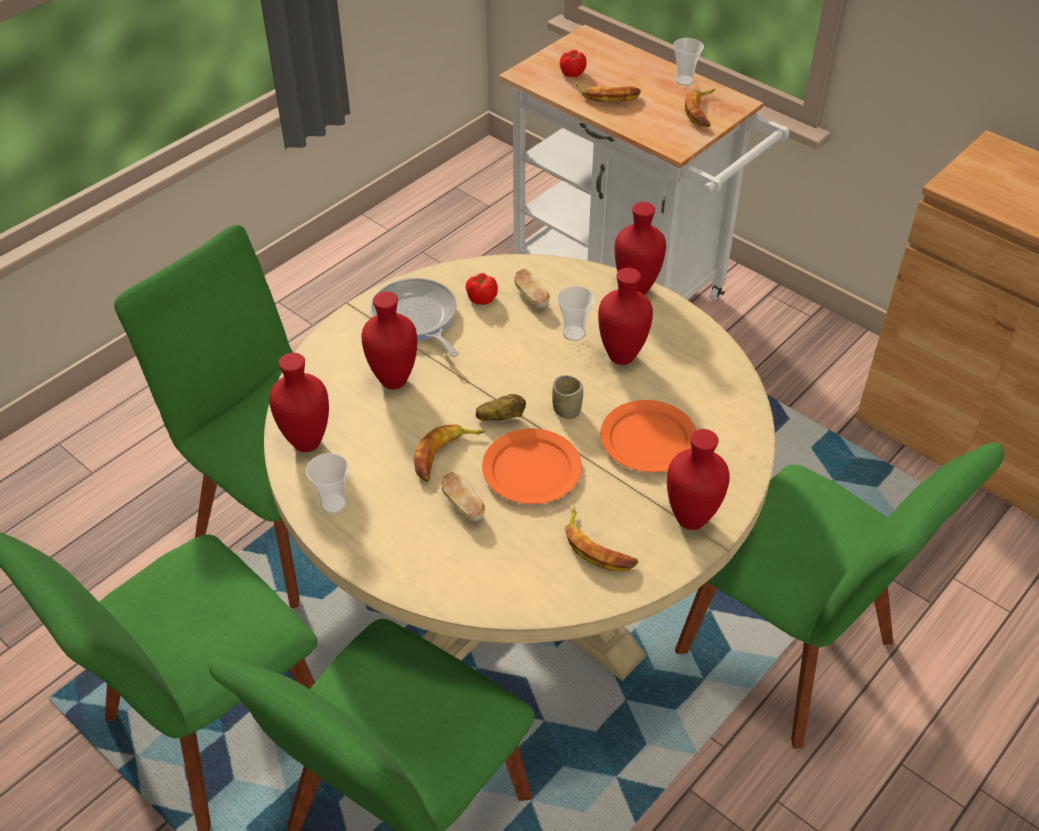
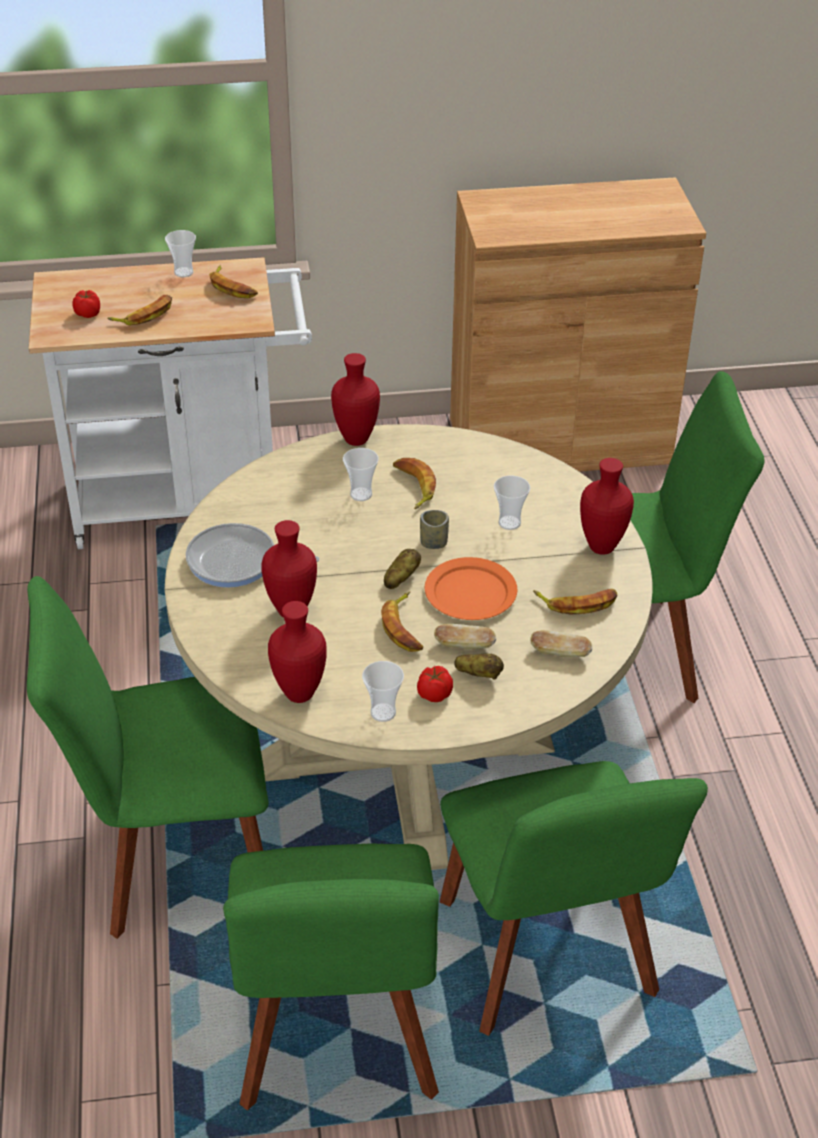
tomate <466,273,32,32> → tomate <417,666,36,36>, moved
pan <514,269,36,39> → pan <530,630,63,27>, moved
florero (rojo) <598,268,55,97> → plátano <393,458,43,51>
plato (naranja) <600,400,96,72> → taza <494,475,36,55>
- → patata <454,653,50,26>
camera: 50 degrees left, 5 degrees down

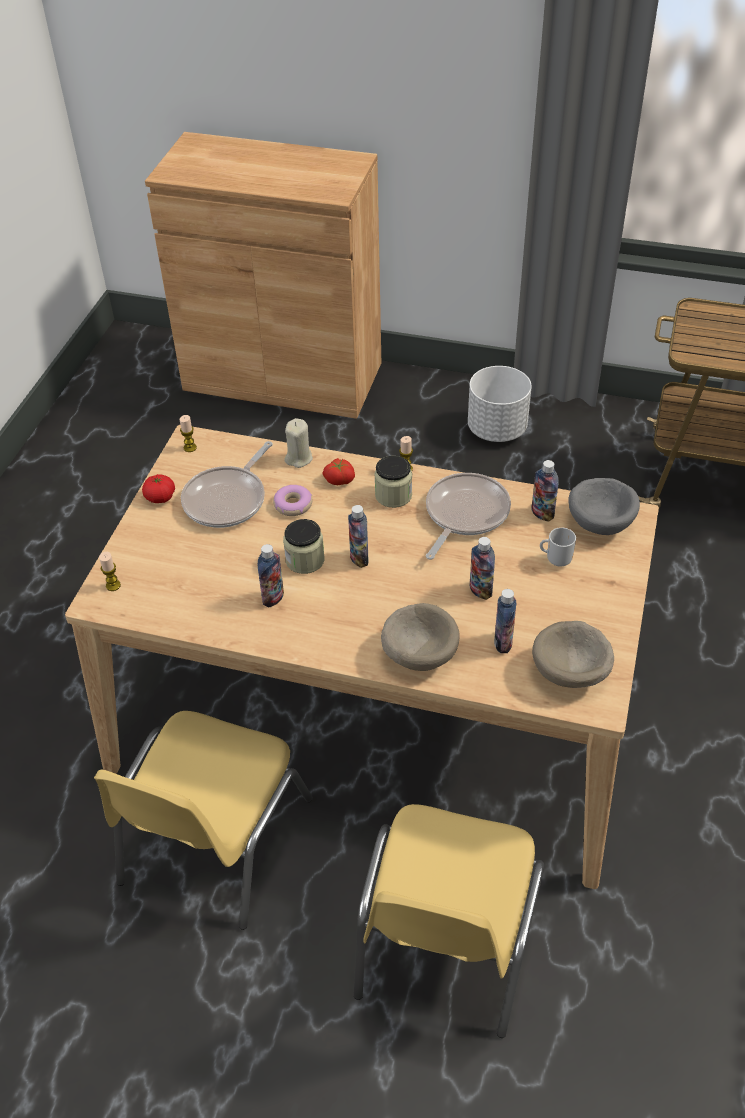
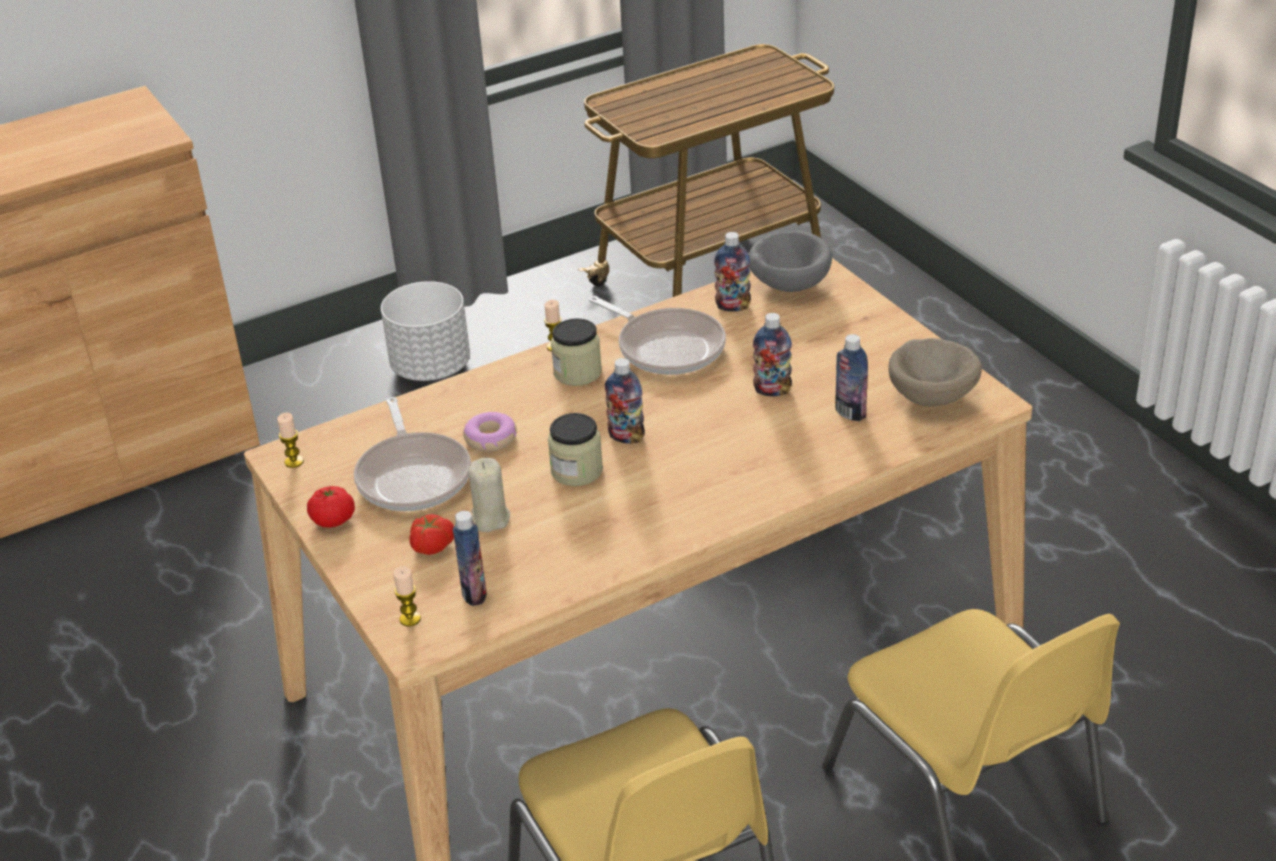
botella <257,544,27,63> → botella <453,511,34,95>, moved
vela (beis) <284,418,29,50> → vela (beis) <468,458,42,74>, moved
tomate <322,458,33,27> → tomate <409,514,45,41>, moved
cuenco (beis) <381,603,79,68> → -
sartén <426,473,85,87> → sartén <589,296,137,79>, 150 degrees clockwise
taza grande <540,527,36,39> → -
camera: 45 degrees left, 10 degrees down

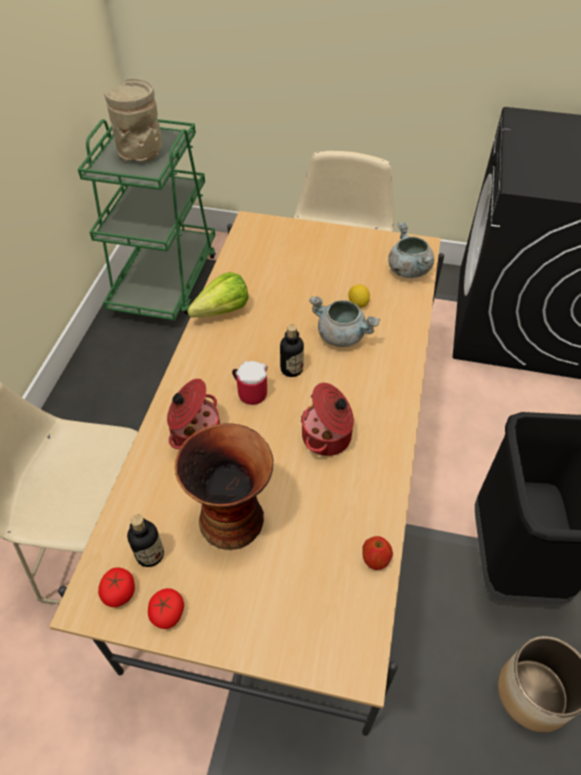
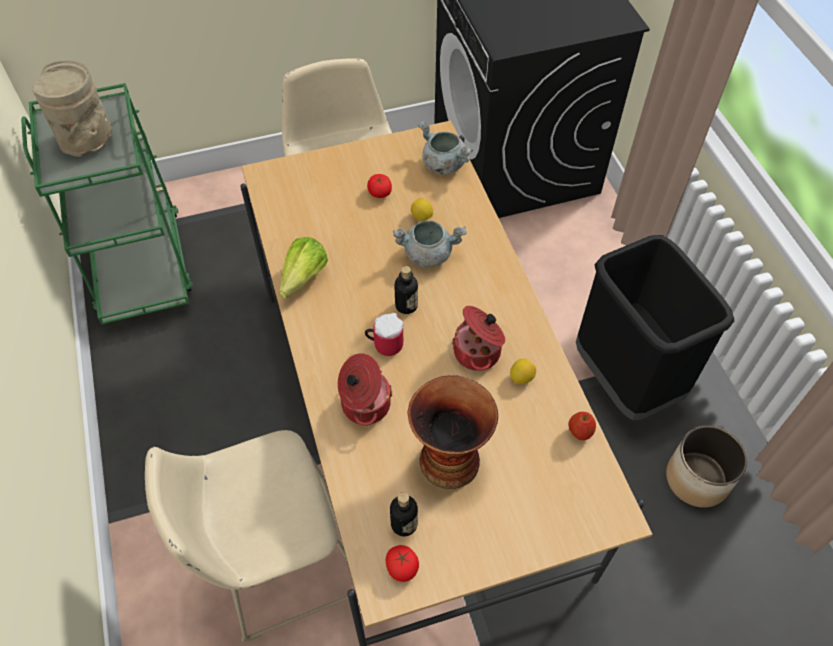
tomate <148,588,36,41> → tomate <367,174,25,24>, moved
- → limón <510,359,26,25>
camera: 30 degrees left, 5 degrees up

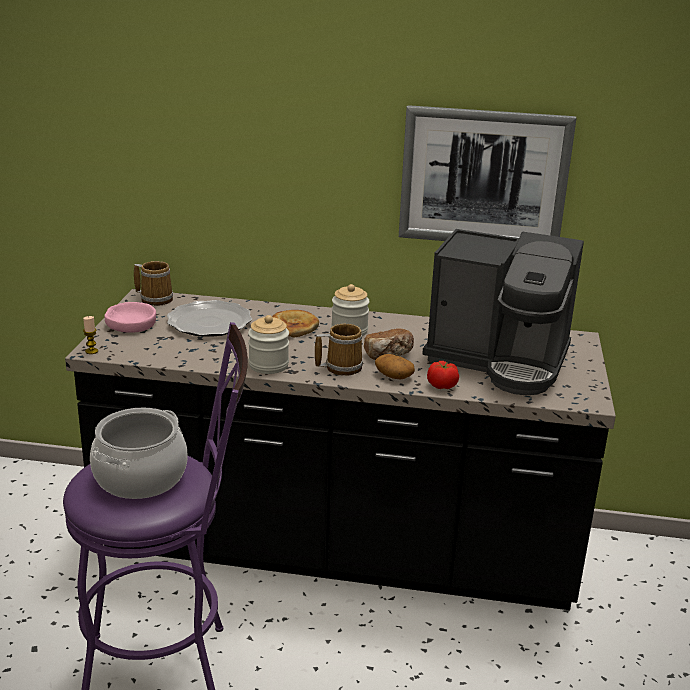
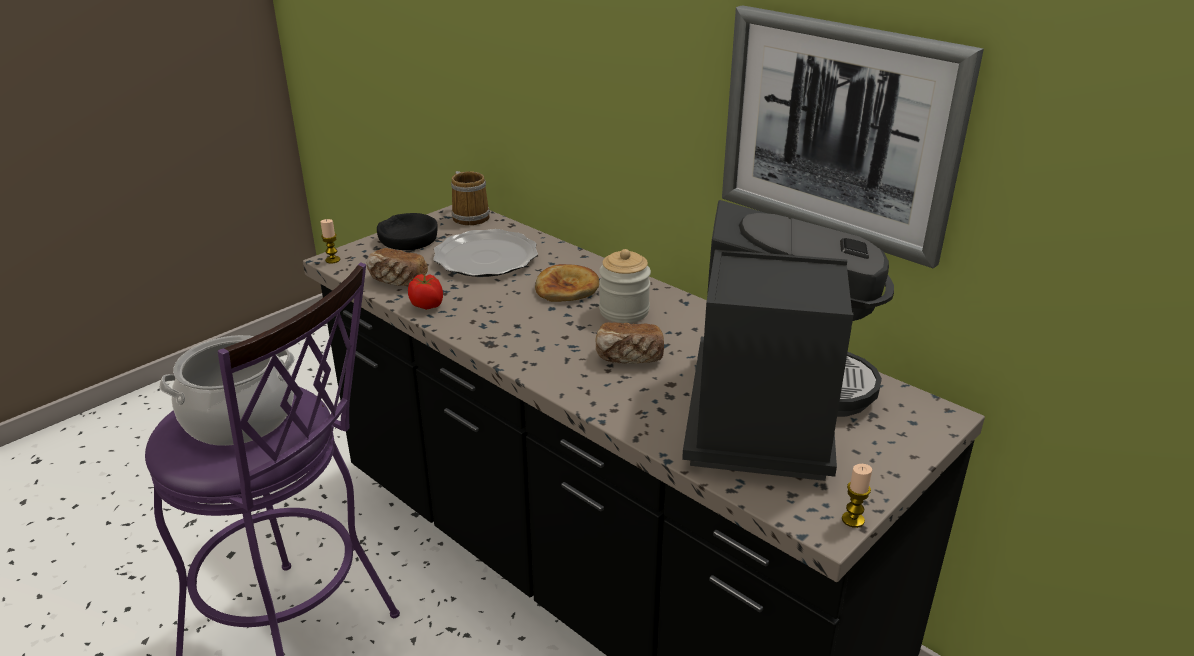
cuenco (rosa) <104,302,52,31> → cuenco (negro) <377,213,61,37>
tarro <248,315,41,59> → -
taza grande <315,323,48,52> → -
patata <375,354,40,25> → -
cafetera <422,229,162,166> → cafetera <682,200,212,281>, 135 degrees counterclockwise
tomate <427,361,32,28> → tomate <408,274,35,36>, moved
- → pan <367,248,61,38>
- → vela <842,464,30,64>
camera: 35 degrees right, 5 degrees up

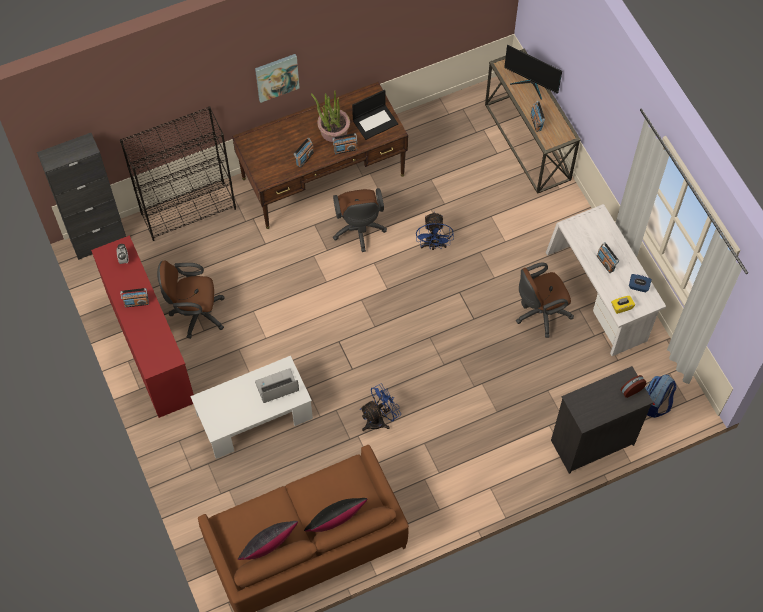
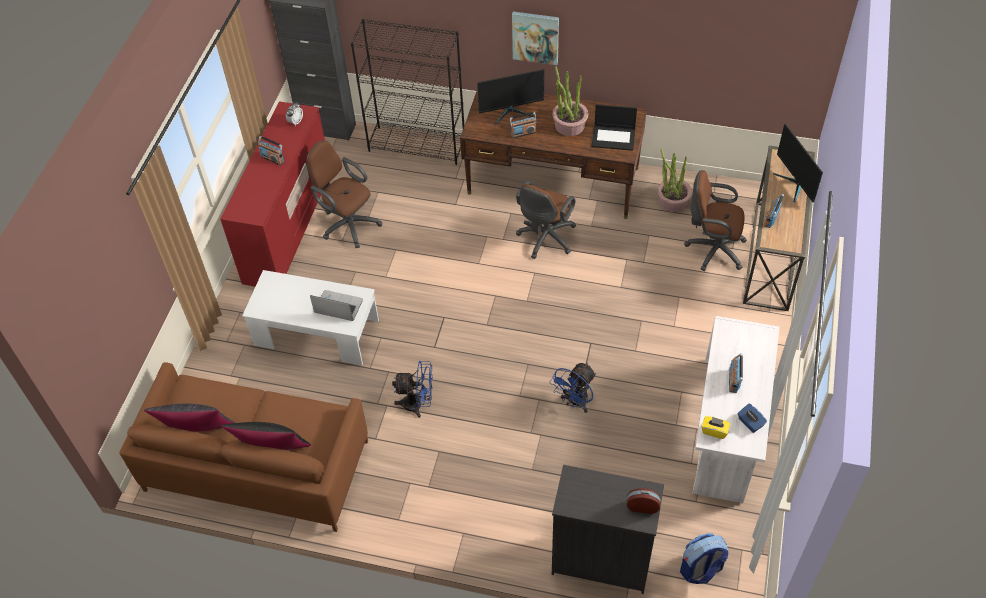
radio <332,133,26,21> → -
ventilador (azul) <416,212,38,38> → ventilador (azul) <549,363,47,50>, moved
silla de oficina (marrón) <516,262,58,76> → silla de oficina (marrón) <684,170,63,101>, moved
- → monitor <477,69,67,56>
- → planta en maceta <658,149,34,63>
camera: 40 degrees right, 10 degrees down

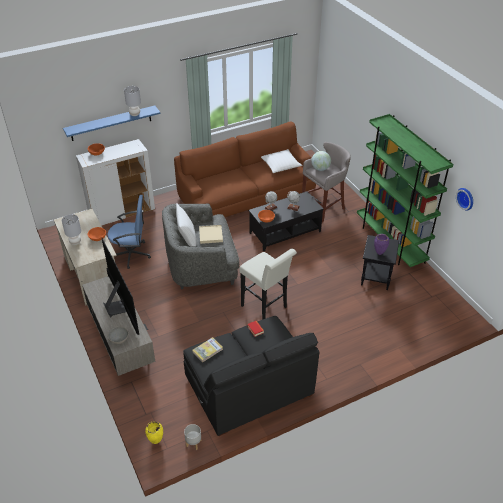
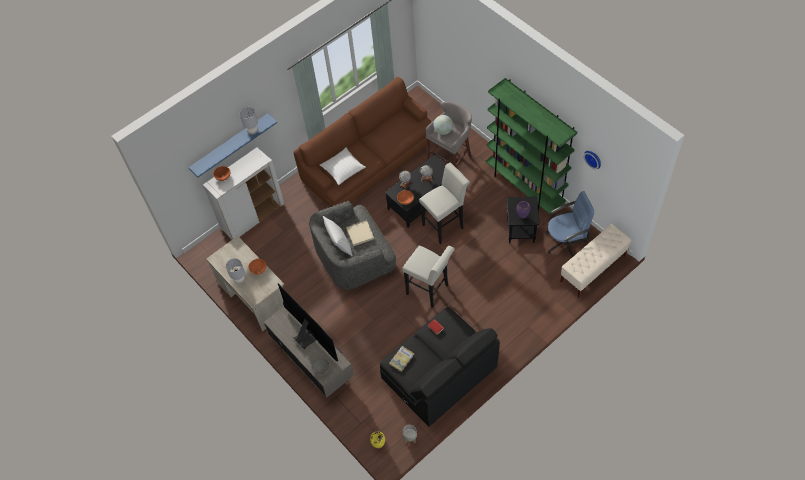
silla de oficina (azul) <107,195,44,74> → silla de oficina (azul) <546,191,48,66>, moved
cojín (blanco) <261,149,41,24> → cojín (blanco) <320,147,46,38>, moved
- → taburete (blanco) <419,163,51,81>
- → banco (beis) <560,224,71,74>
camera: 10 degrees left, 15 degrees up

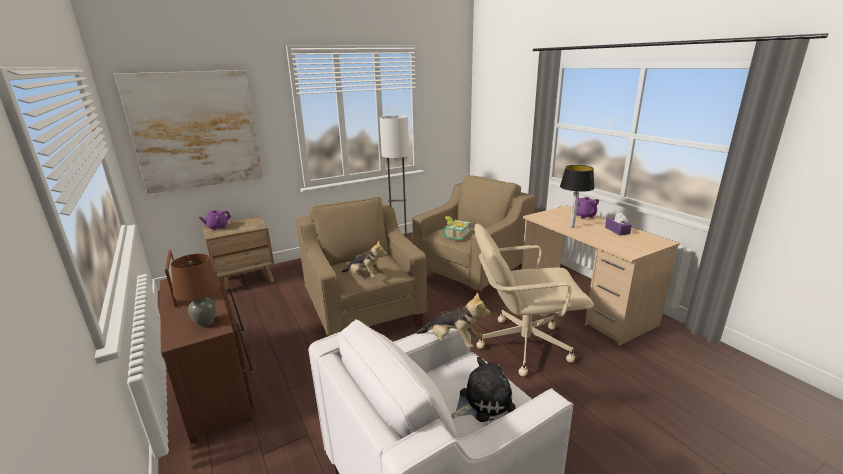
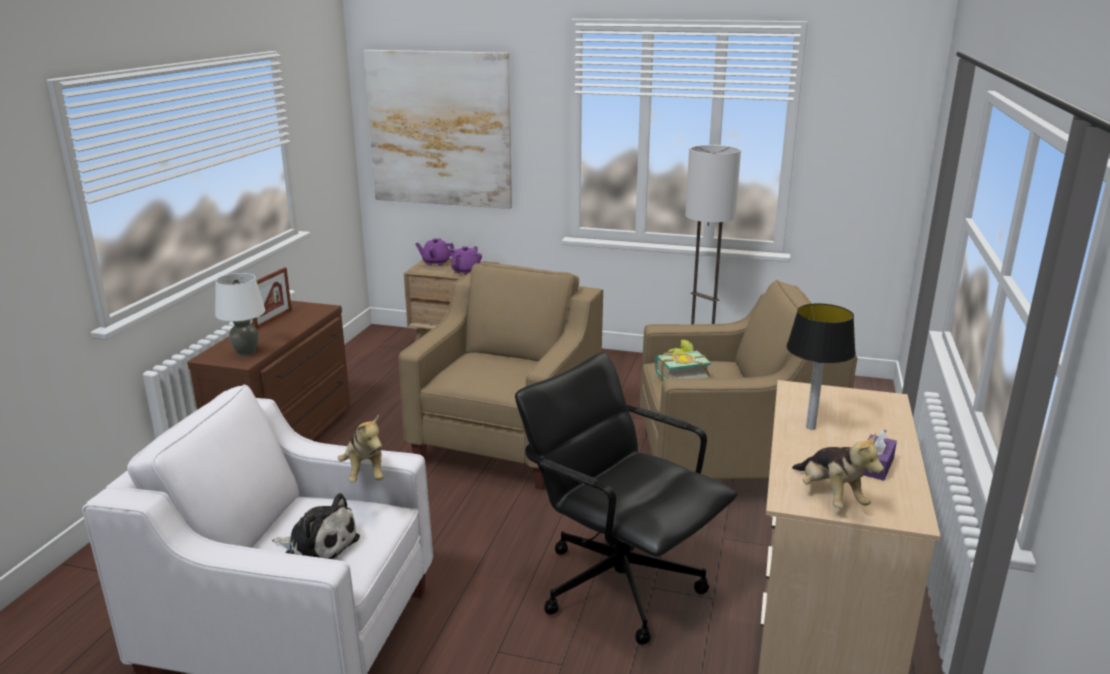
lámpara de mesa (marrón) <171,254,50,73> → lámpara de mesa (blanco) <215,273,50,83>
peluche <342,240,46,38> → peluche <792,433,92,75>, moved
silla de oficina (beis) <474,224,120,152> → silla de oficina (negro) <515,352,222,293>
tetera (morado) <576,197,23,22> → tetera (morado) <449,246,33,29>, moved
camera: 45 degrees right, 0 degrees up

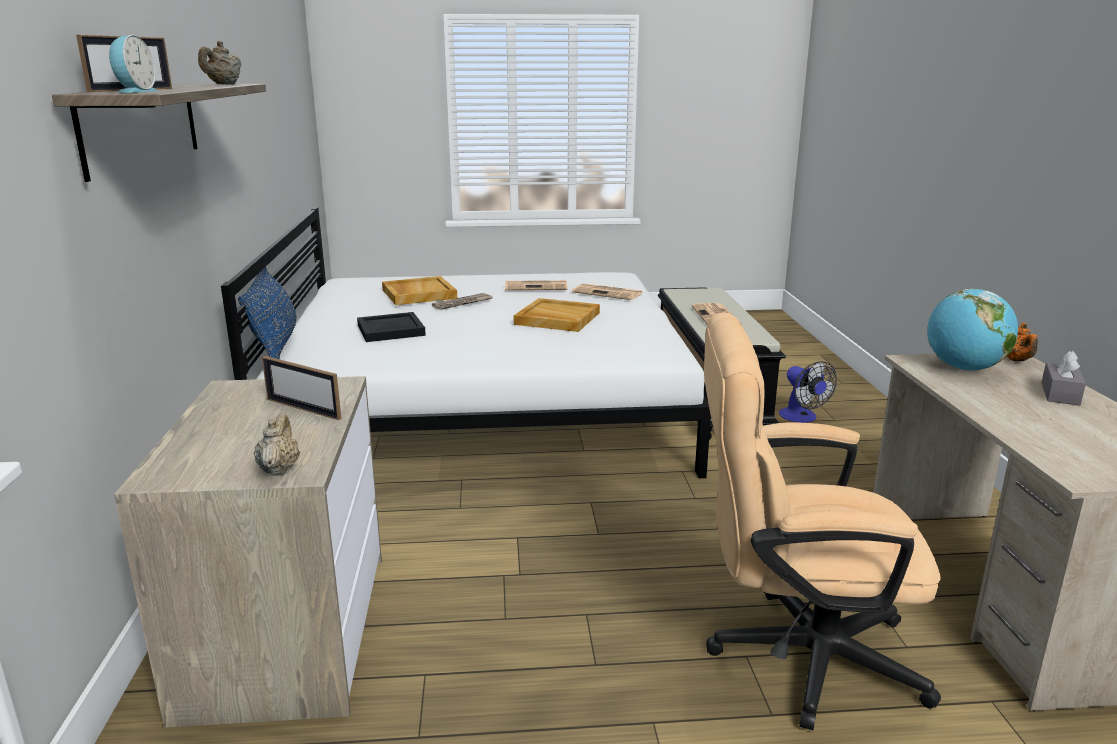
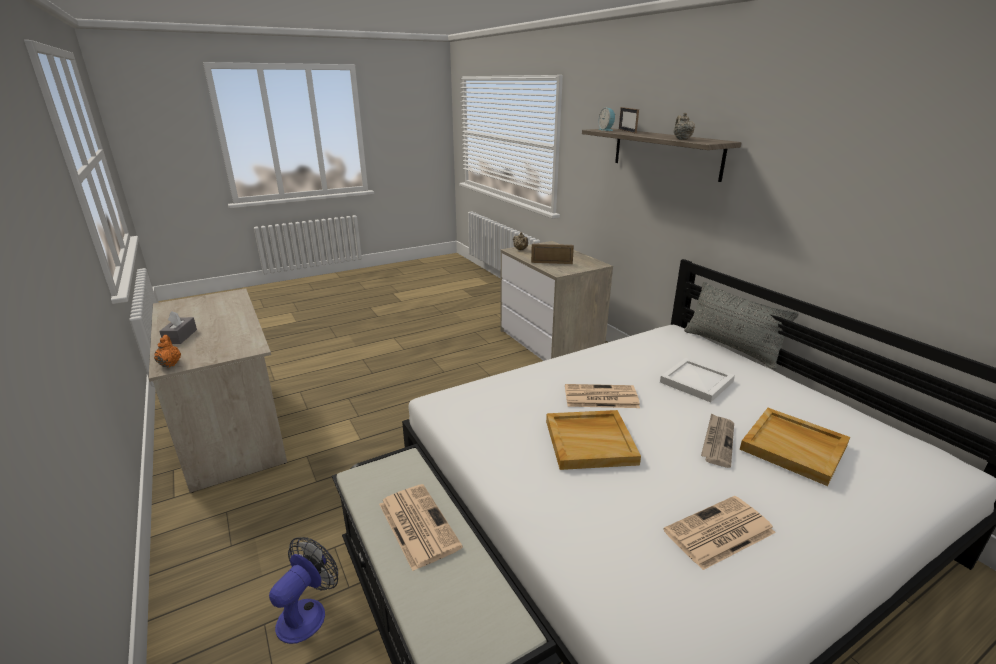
cojín (azul) <238,267,58,92> → cojín (gris) <684,282,115,87>
bandeja (negro) <357,312,69,30> → bandeja (blanco) <660,358,75,45>
periódico <572,283,70,17> → periódico <565,384,75,24>, moved
silla de oficina (beis) <704,312,237,419> → -
ventilador <779,361,58,62> → ventilador <269,537,69,107>, 75 degrees clockwise
globo terráqueo <927,289,91,82> → -
camera: 155 degrees right, 5 degrees up

